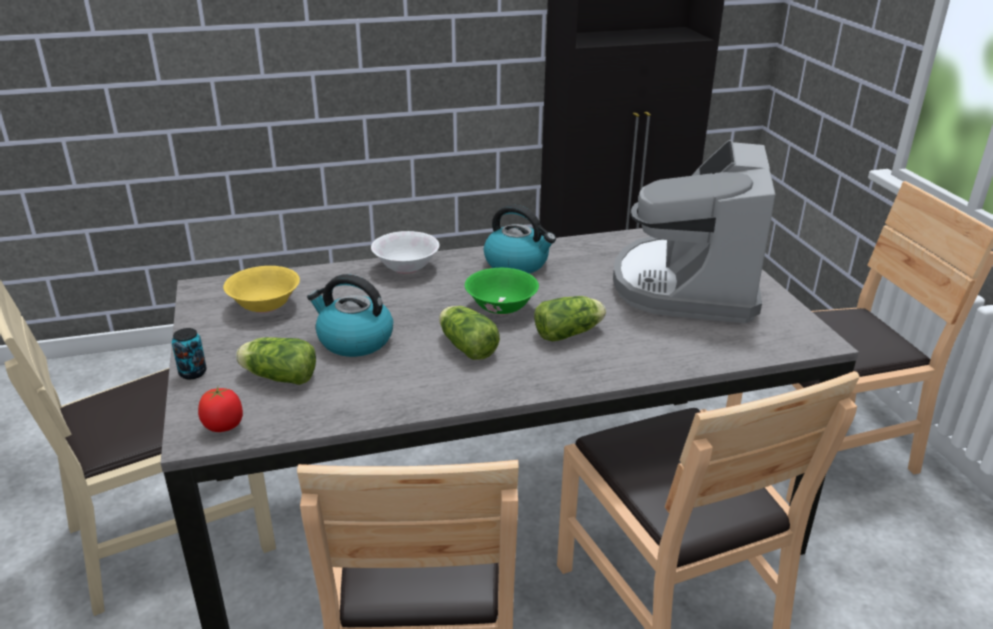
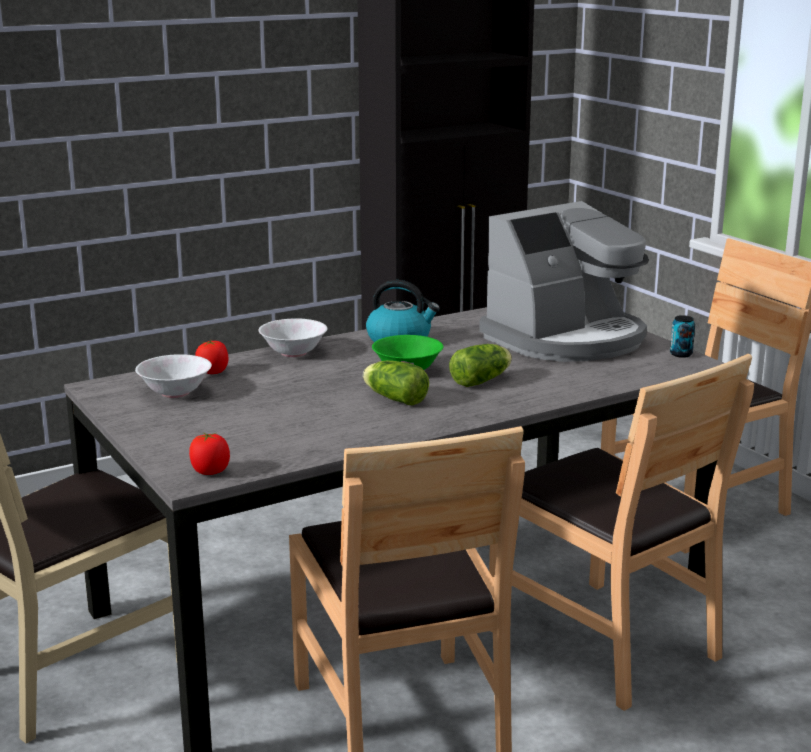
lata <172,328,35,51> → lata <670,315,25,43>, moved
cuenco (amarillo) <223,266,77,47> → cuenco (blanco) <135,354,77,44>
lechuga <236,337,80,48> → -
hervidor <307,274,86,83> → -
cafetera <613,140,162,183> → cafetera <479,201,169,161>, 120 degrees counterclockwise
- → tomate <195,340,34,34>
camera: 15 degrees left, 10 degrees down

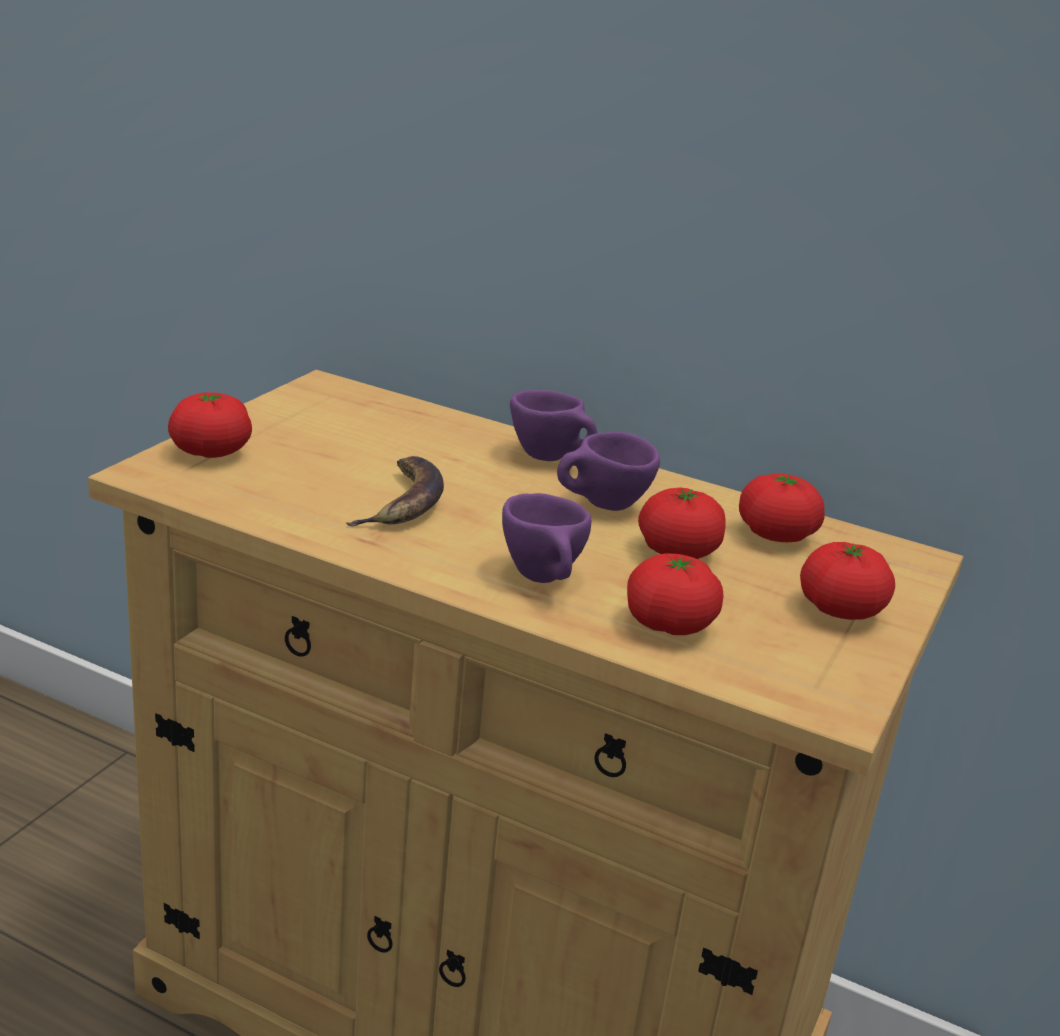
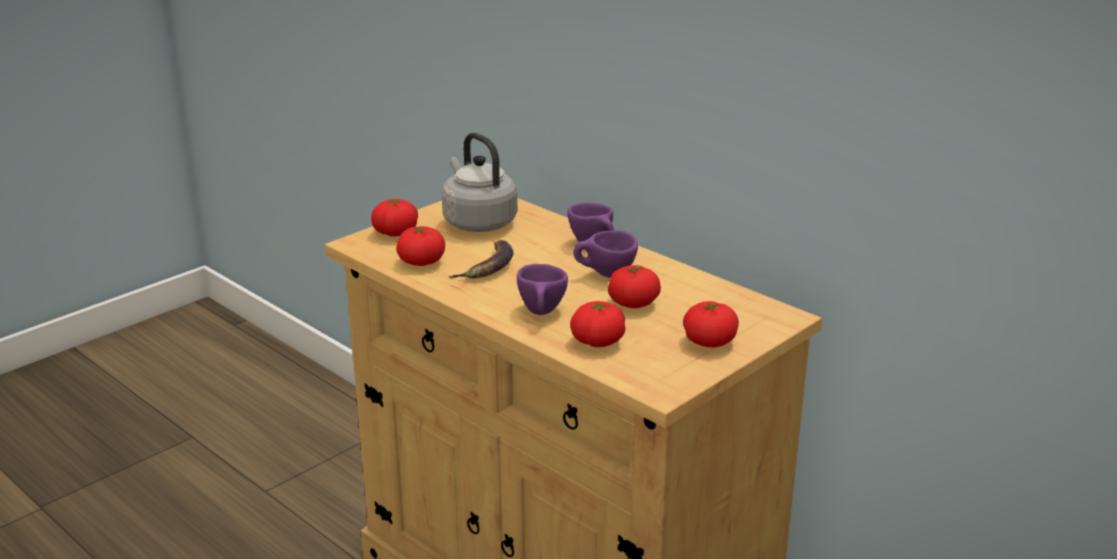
tomate <739,473,85,69> → tomate <396,226,49,40>, moved
- → hervidor (gris) <442,132,76,100>
camera: 20 degrees right, 0 degrees up

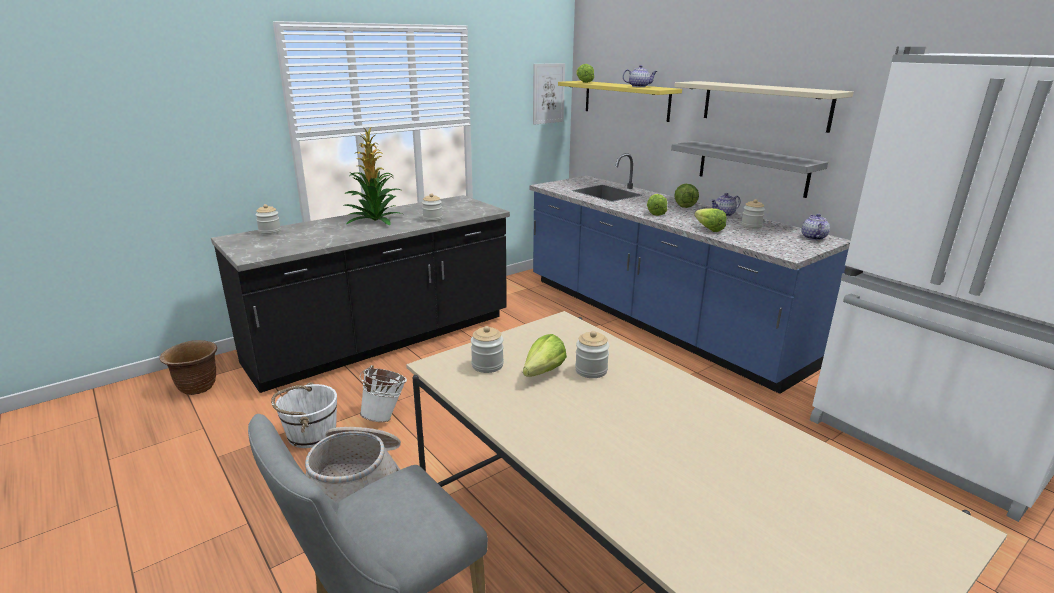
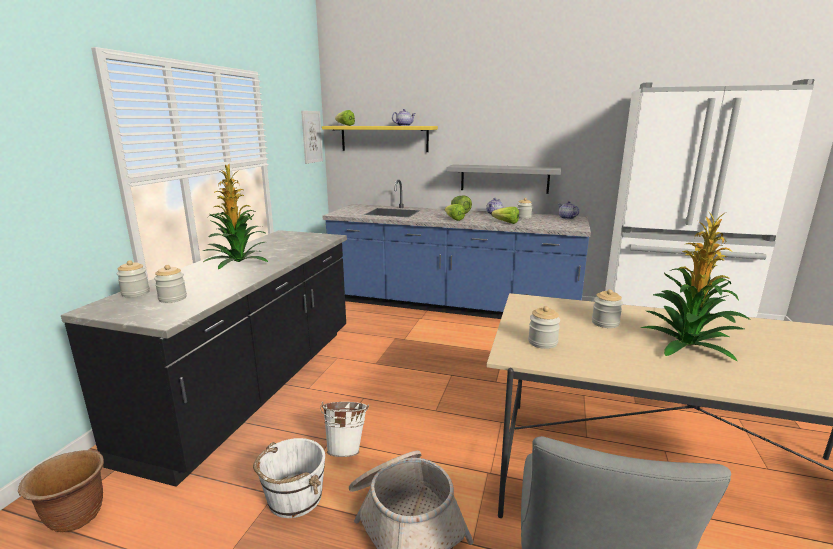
tarro <422,193,20,29> → tarro <154,265,33,38>, moved
lechuga <523,334,44,43> → -
estante (beis) <674,81,180,52> → -
- → planta en maceta <641,211,110,150>
camera: 35 degrees left, 5 degrees down

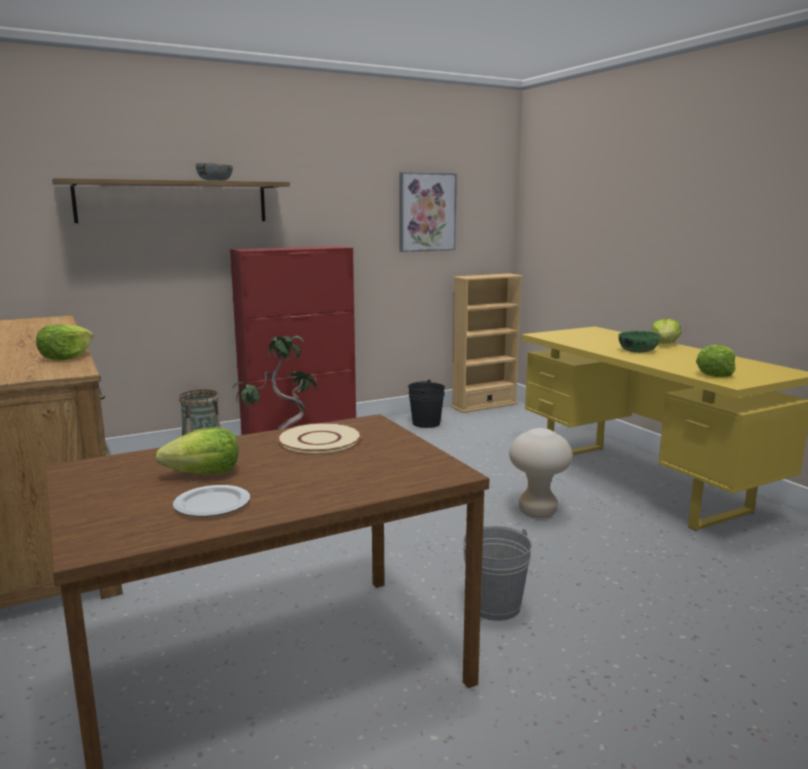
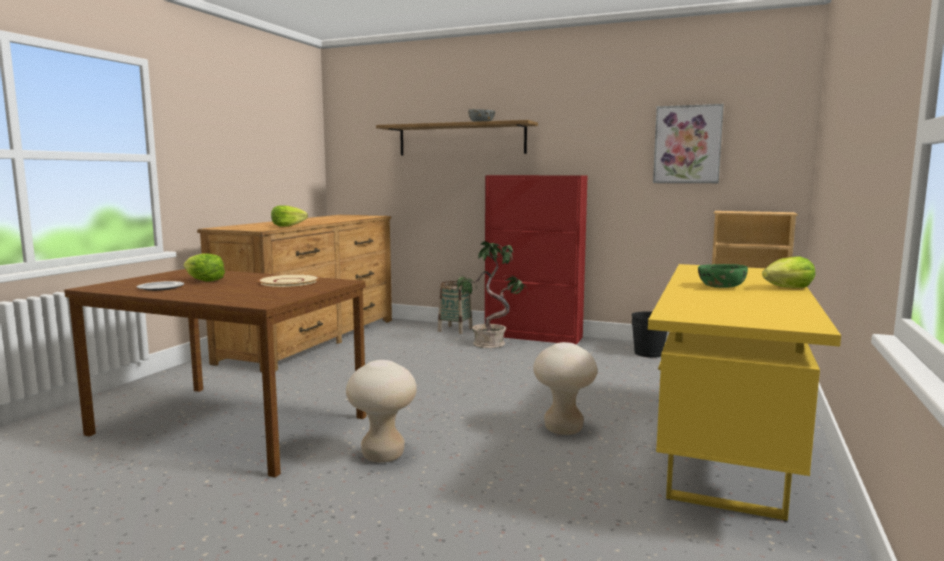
cubo (gris) <463,526,69,95> → taburete (beis) <346,360,71,103>
lechuga <696,345,40,32> → -
camera: 50 degrees right, 5 degrees down

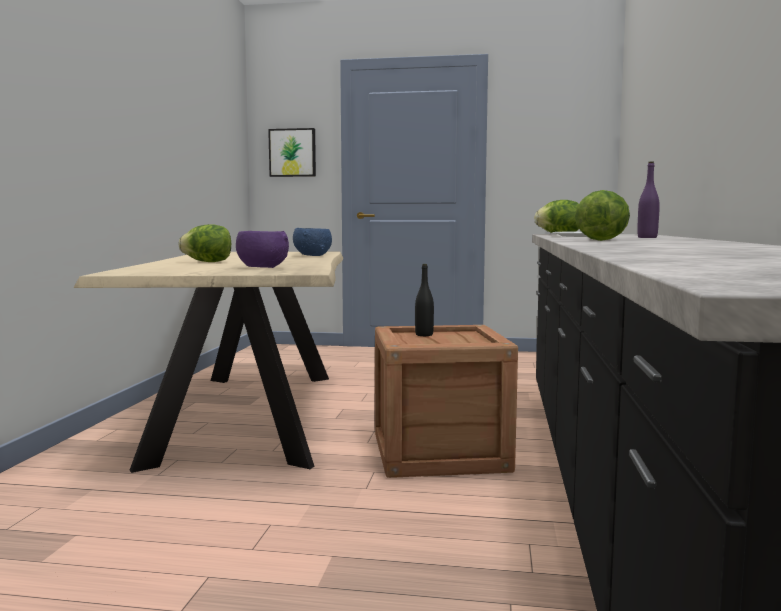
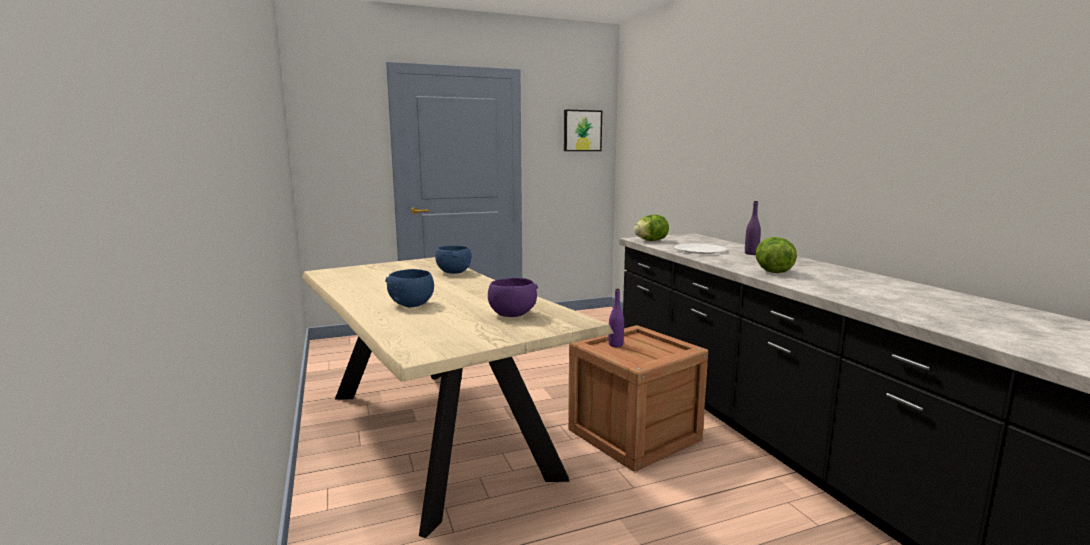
lechuga <178,224,53,38> → cuenco (azul) <385,269,49,38>
cuadro <268,128,48,49> → cuadro <564,110,38,41>, moved
botella (negro) <415,264,19,72> → botella (morado) <609,289,15,58>
camera: 30 degrees left, 5 degrees up

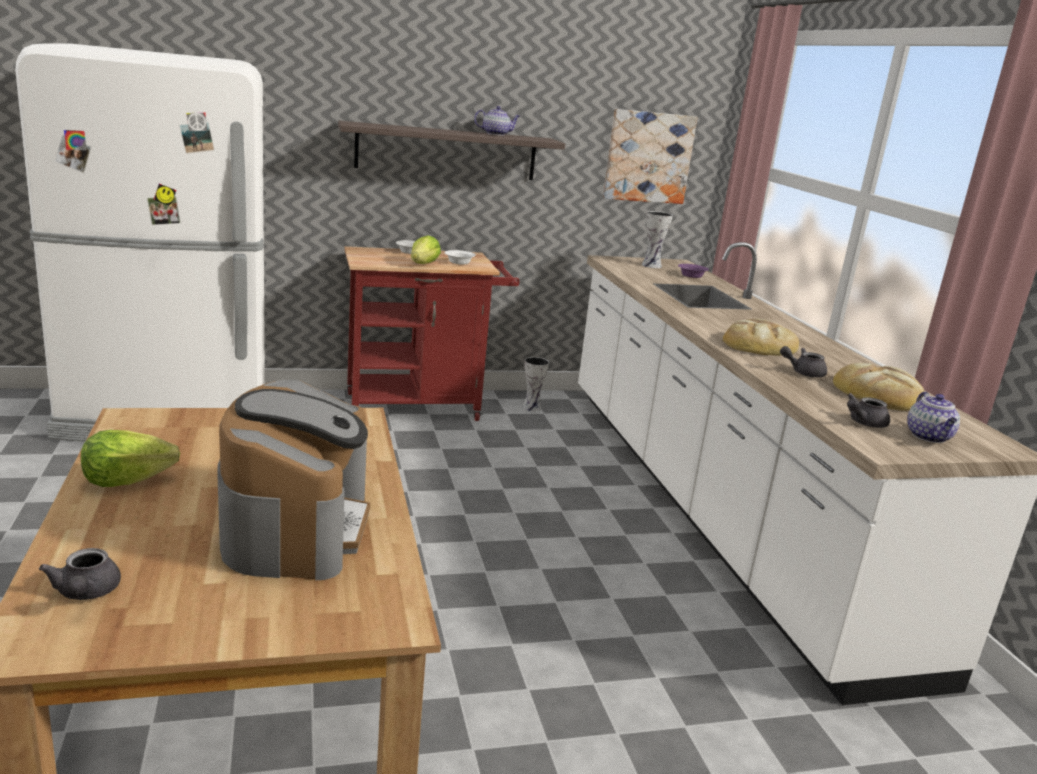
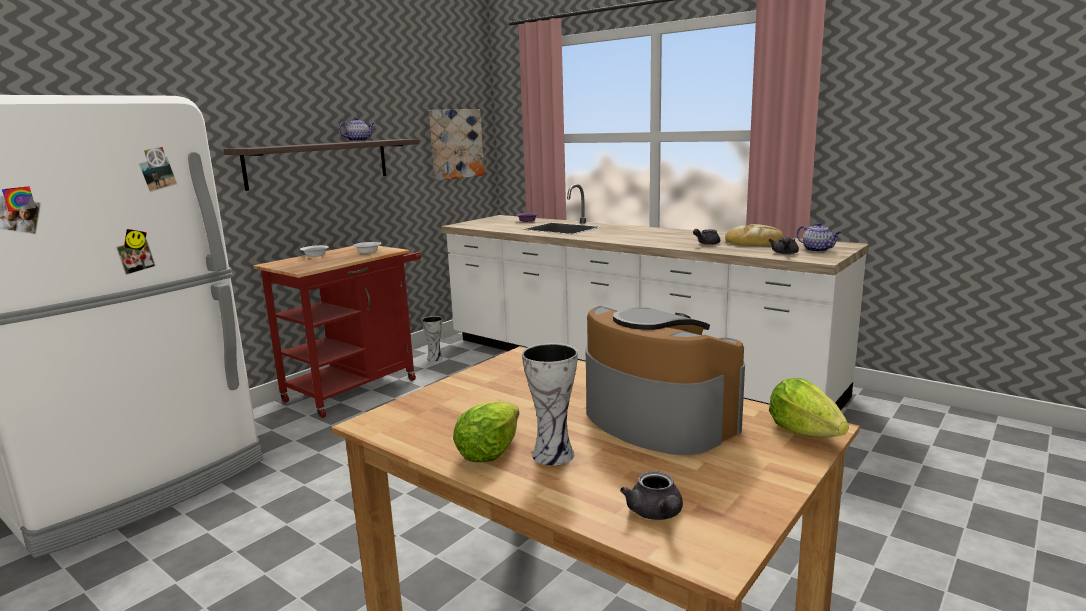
tetera (gris) <39,548,82,52> → tetera (gris) <620,471,63,49>, 45 degrees clockwise
lechuga <411,235,30,29> → lechuga <769,378,80,59>, moved
florero <642,211,31,57> → florero <522,343,56,123>, moved
pan <723,319,76,37> → -
camera: 35 degrees left, 5 degrees down

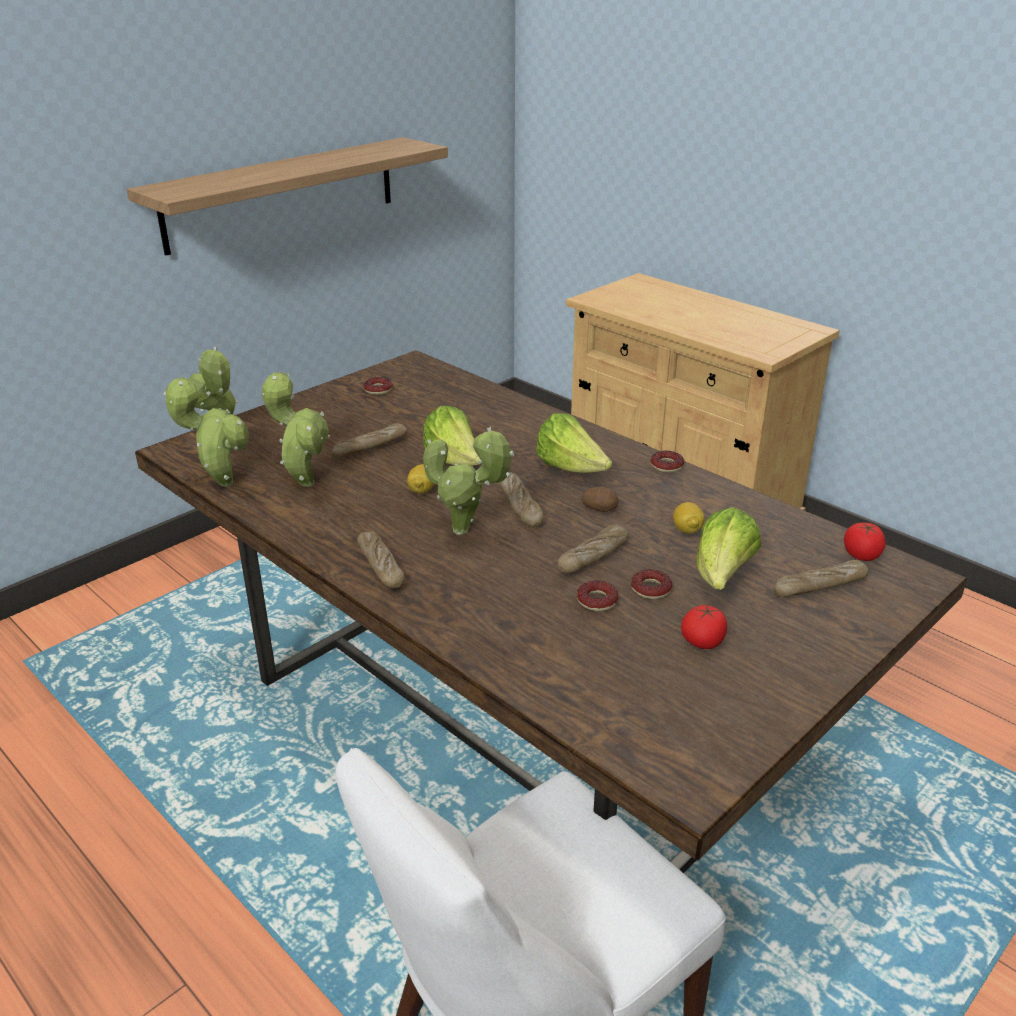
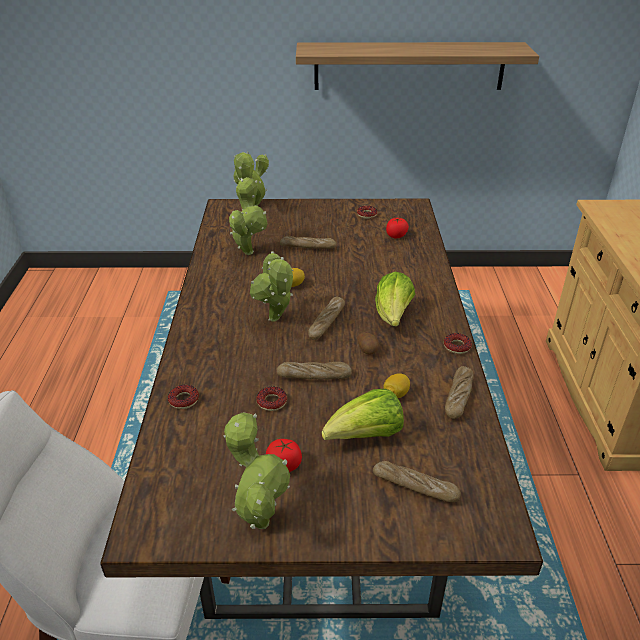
planta en maceta <163,377,86,110> → planta en maceta <223,412,67,117>, moved
pan <357,532,48,56> → pan <445,366,29,53>, moved
lechuga <423,406,59,60> → -
rosquilla <631,569,41,30> → rosquilla <168,385,31,24>, moved
tomate <844,522,42,39> → tomate <386,218,23,20>, moved
camera: 45 degrees right, 5 degrees up

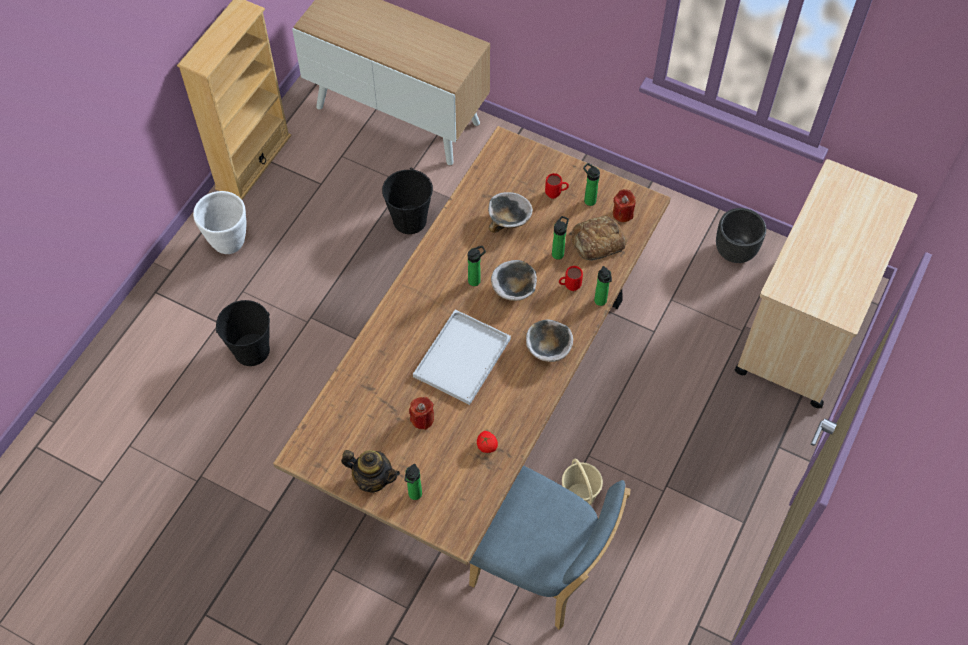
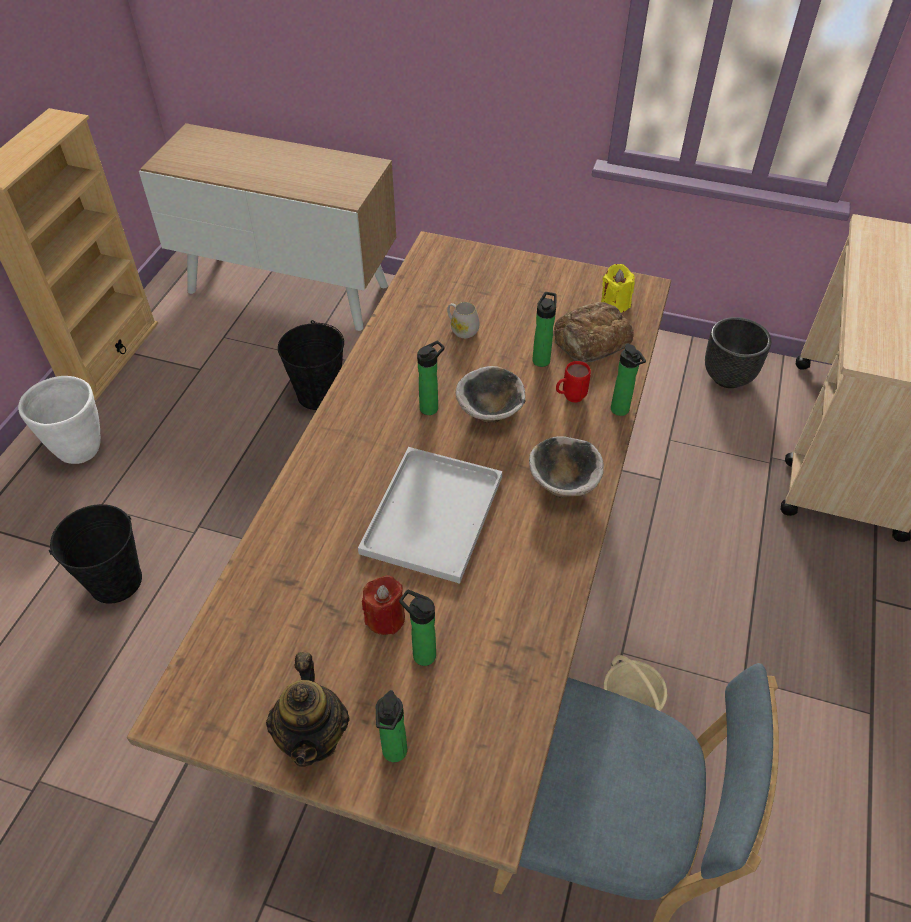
tetera <341,450,59,42> → tetera <266,652,83,115>, 75 degrees clockwise
tomate <477,431,21,22> → -
cuenco <488,192,45,41> → taza grande (blanco) <447,302,33,36>
taza grande (rojo) <545,173,24,26> → -
botella <583,163,17,43> → botella <399,590,37,76>, moved
vela (rojo) <613,189,23,33> → vela (amarillo) <601,264,34,49>
camera: 10 degrees left, 10 degrees down

